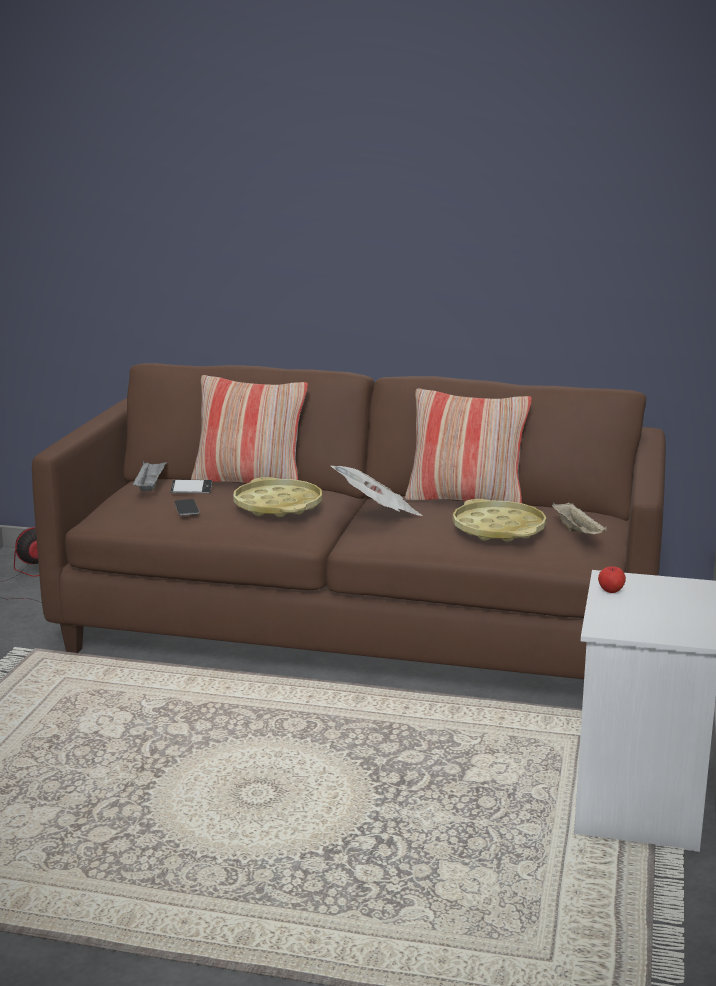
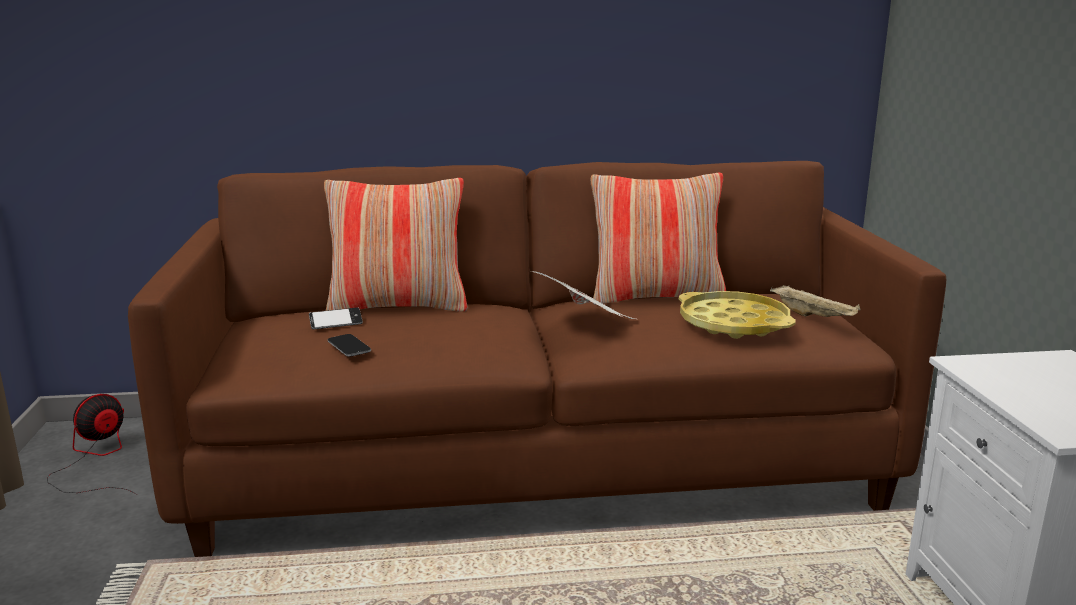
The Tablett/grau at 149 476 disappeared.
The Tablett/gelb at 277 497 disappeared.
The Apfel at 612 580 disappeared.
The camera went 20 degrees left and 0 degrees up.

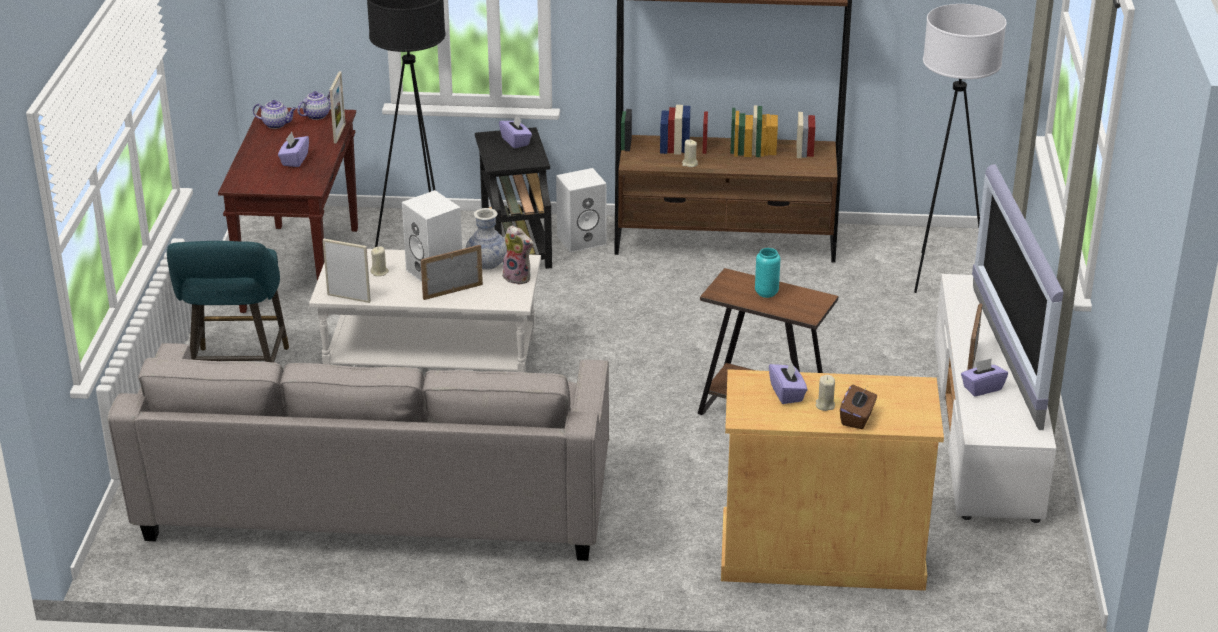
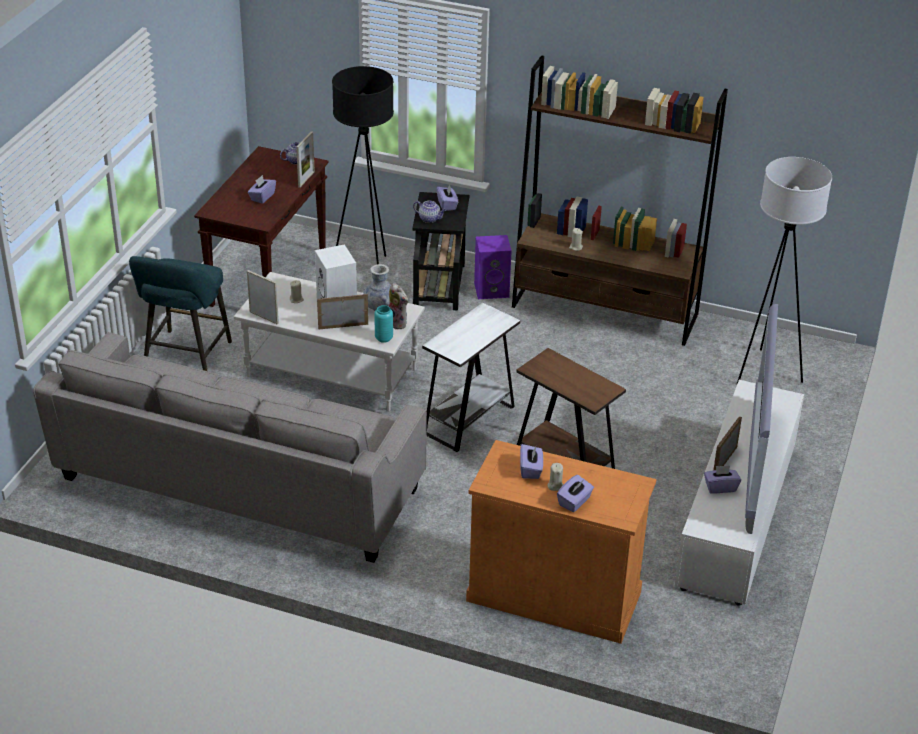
The Teekanne moved from 275 114 to 429 212.
The Lautsprecher/weiß at 581 210 became the Lautsprecher/lila at 493 267.
The Vase/türkis moved from 768 273 to 383 324.
The Schrank/beige at 832 480 became the Schrank/orange at 561 542.
The Taschentuchbox/braun at 858 407 became the Taschentuchbox/lila at 575 493.
The Beistelltisch/weiß at 471 377 appeared.
The camera went 15 degrees right and 5 degrees up.

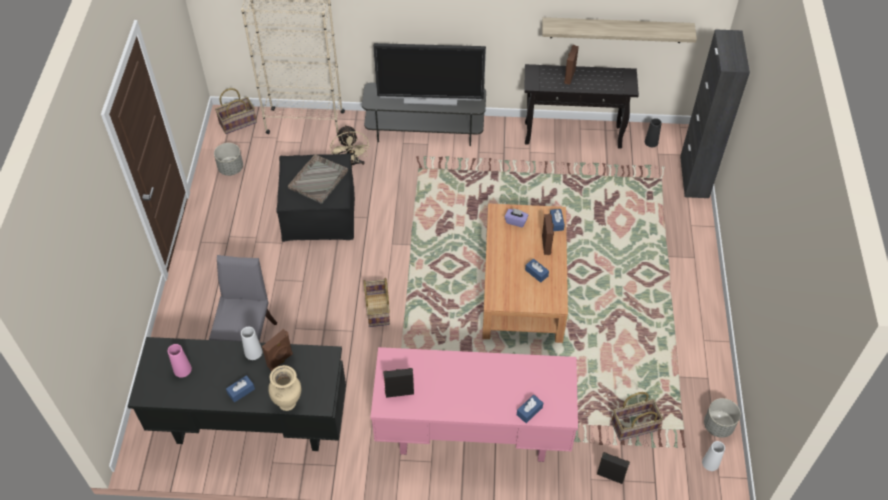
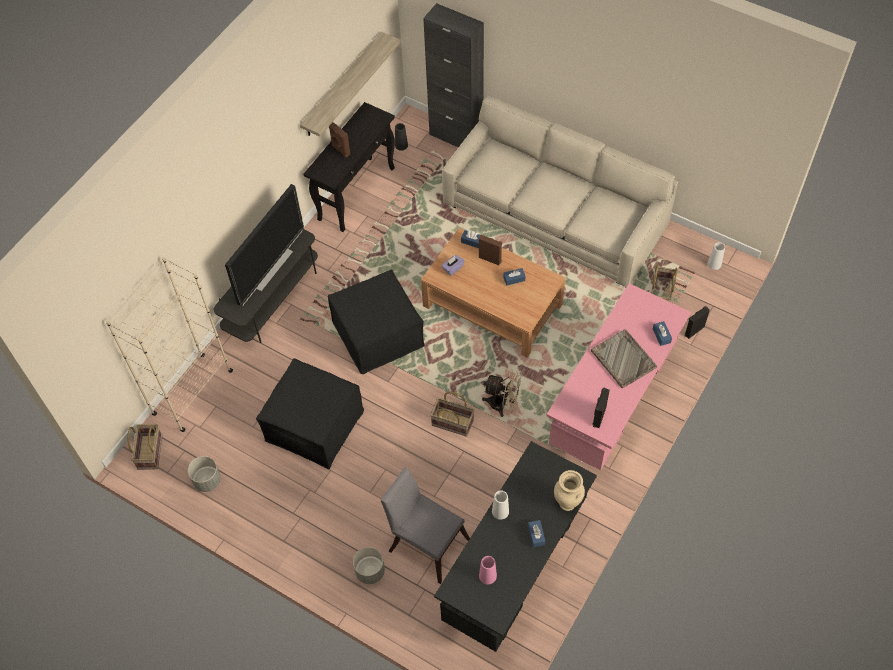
The Ventilator/beige moved from 350 145 to 502 392.
The Tablett/grau moved from 318 179 to 624 358.
The Lautsprecher/braun at 277 350 disappeared.
The Pflanzkübel/grau moved from 722 418 to 369 565.
The Sofa/beige at 560 191 appeared.
The Polsterhocker/schwarz at 376 321 appeared.
The camera went 60 degrees left and 5 degrees up.

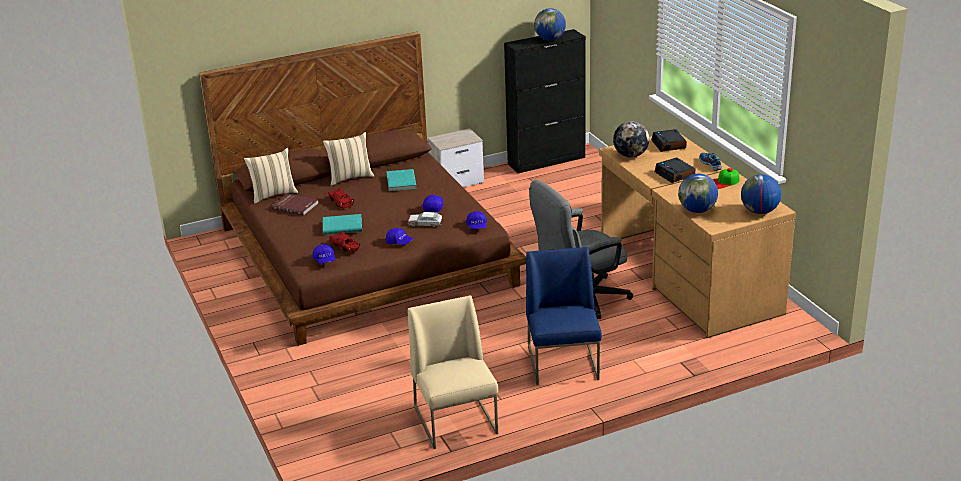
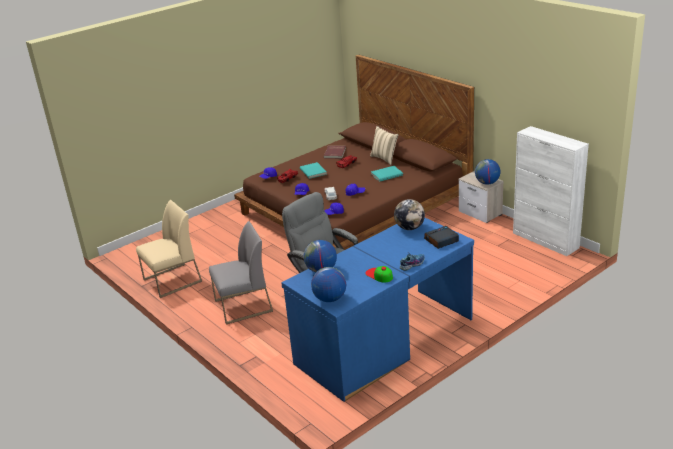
The Globus moved from 550 24 to 488 172.
The Schrank/schwarz at 545 101 became the Schrank/weiß at 551 191.
The Schreibtisch/braun at 697 236 became the Schreibtisch/blau at 377 310.
The Kissen/beige at 271 176 disappeared.
The Wecker at 675 170 disappeared.
The Stuhl/blau at 564 316 became the Stuhl/grau at 241 273.
The camera went 75 degrees right and 0 degrees up.

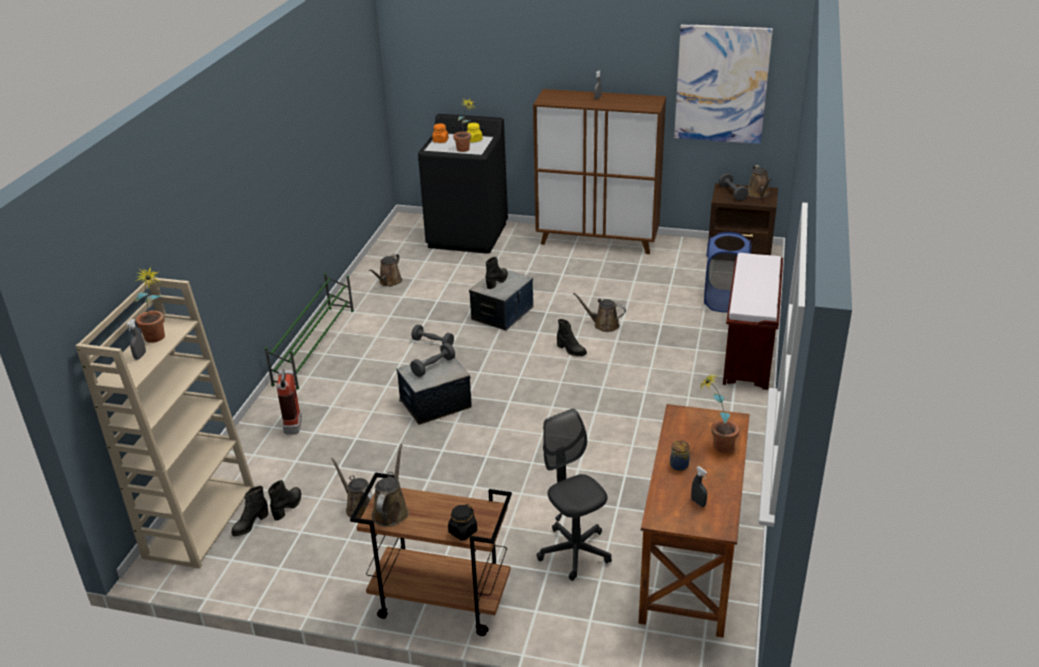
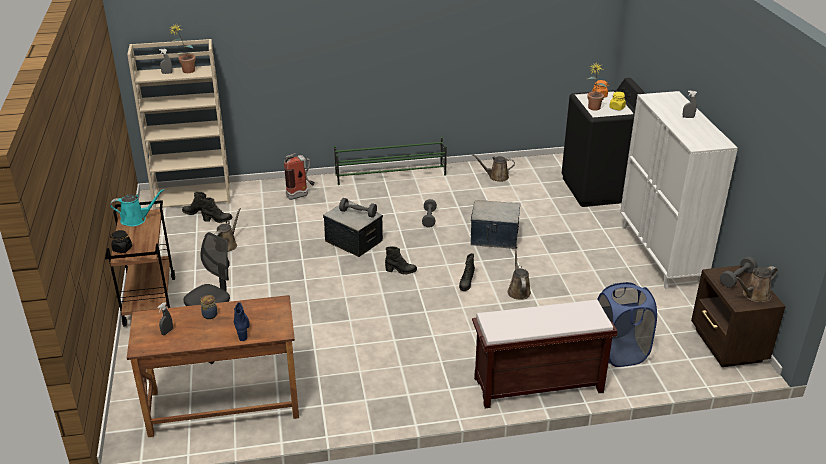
The Bild at 723 84 disappeared.
The Schrank/braun at 599 171 became the Schrank/weiß at 679 190.
The Stiefel/schwarz moved from 496 273 to 401 261.
The Topfpflanze at 719 413 was replaced by the Stiefel/blau at 242 321.
The Gießkanne/braun at 390 485 became the Gießkanne/türkis at 137 207.
The camera went 65 degrees right and 0 degrees up.

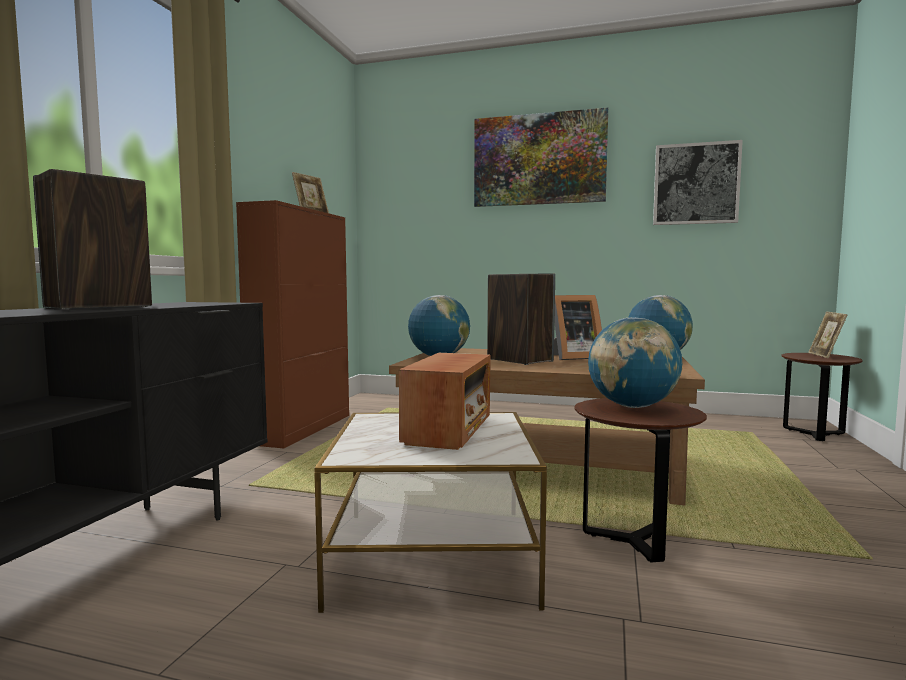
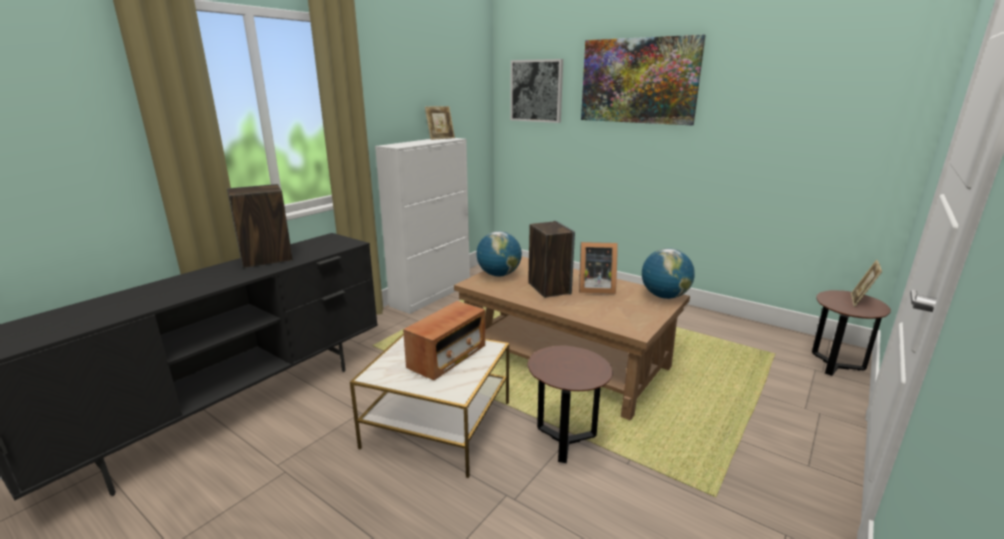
The Bild moved from 698 182 to 536 91.
The Schrank/braun at 292 324 became the Schrank/weiß at 422 226.
The Globus at 635 363 disappeared.
The camera went 20 degrees right and 15 degrees up.

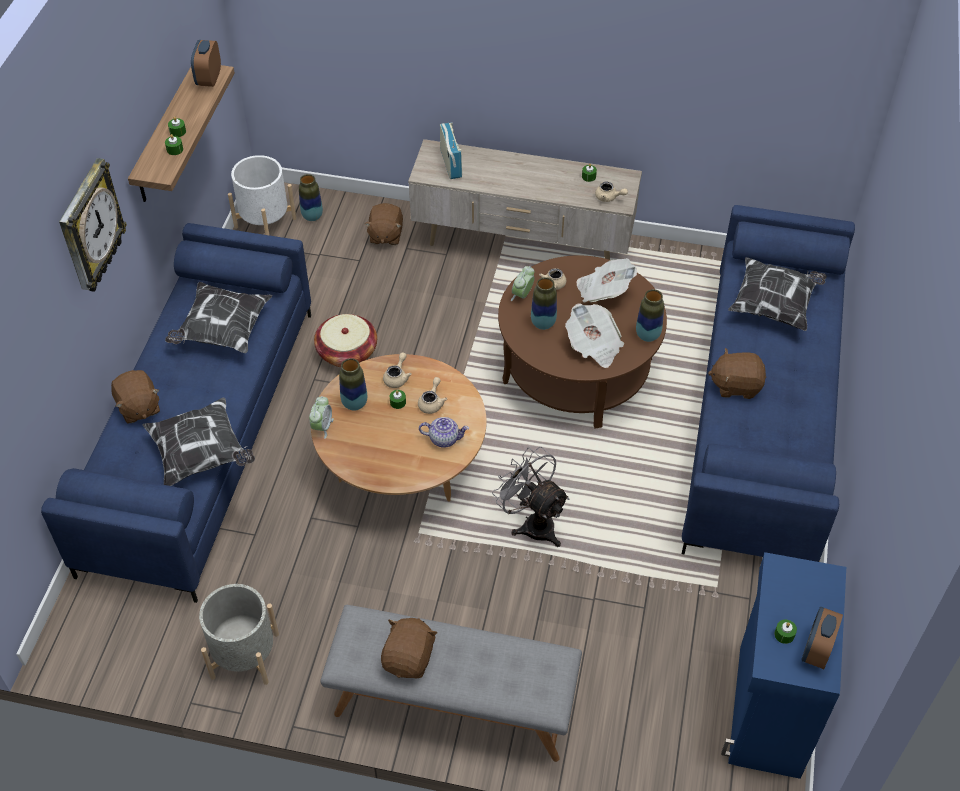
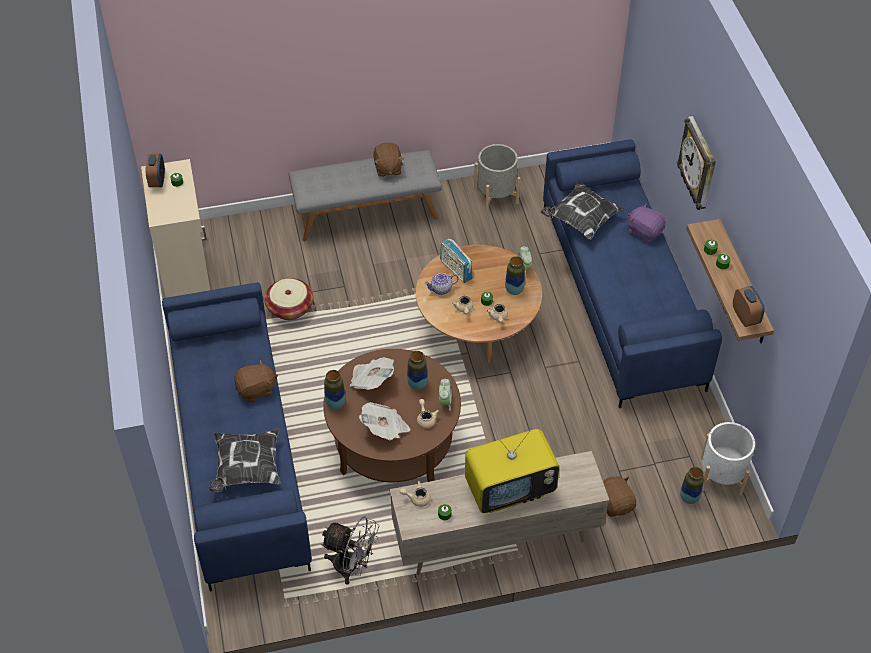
The Radio moved from 451 150 to 456 261.
The Kissen at 218 317 disappeared.
The Korb moved from 345 340 to 289 299.
The Plüschtier/braun at 135 396 became the Plüschtier/lila at 647 223.
The Ventilator/grau moved from 530 497 to 350 550.
The Schrank/blau at 783 665 became the Schrank/beige at 175 228.
The Fernseher at 512 471 appeared.
The camera went 155 degrees right and 0 degrees up.

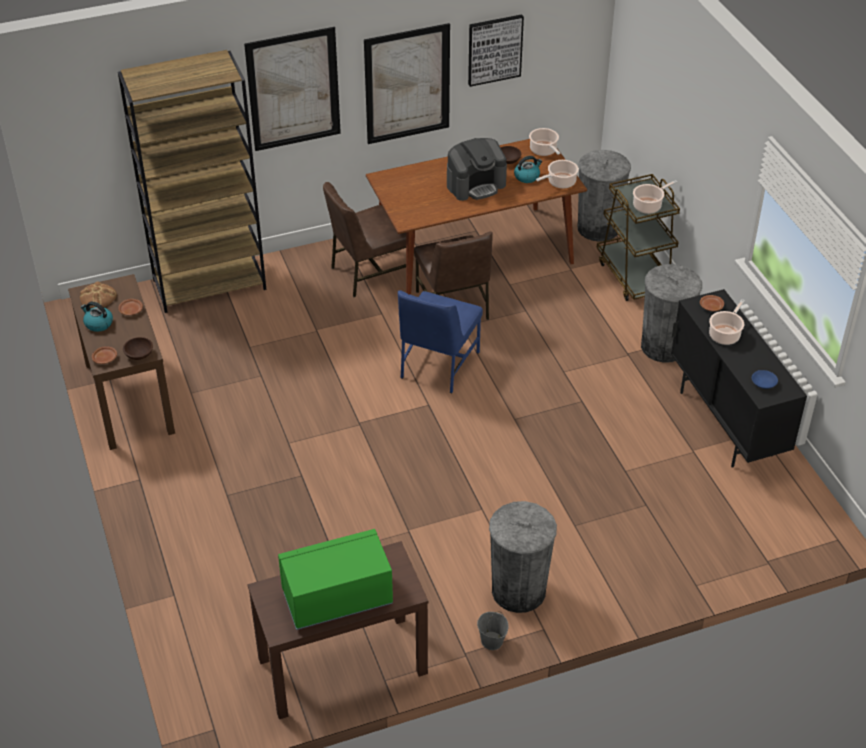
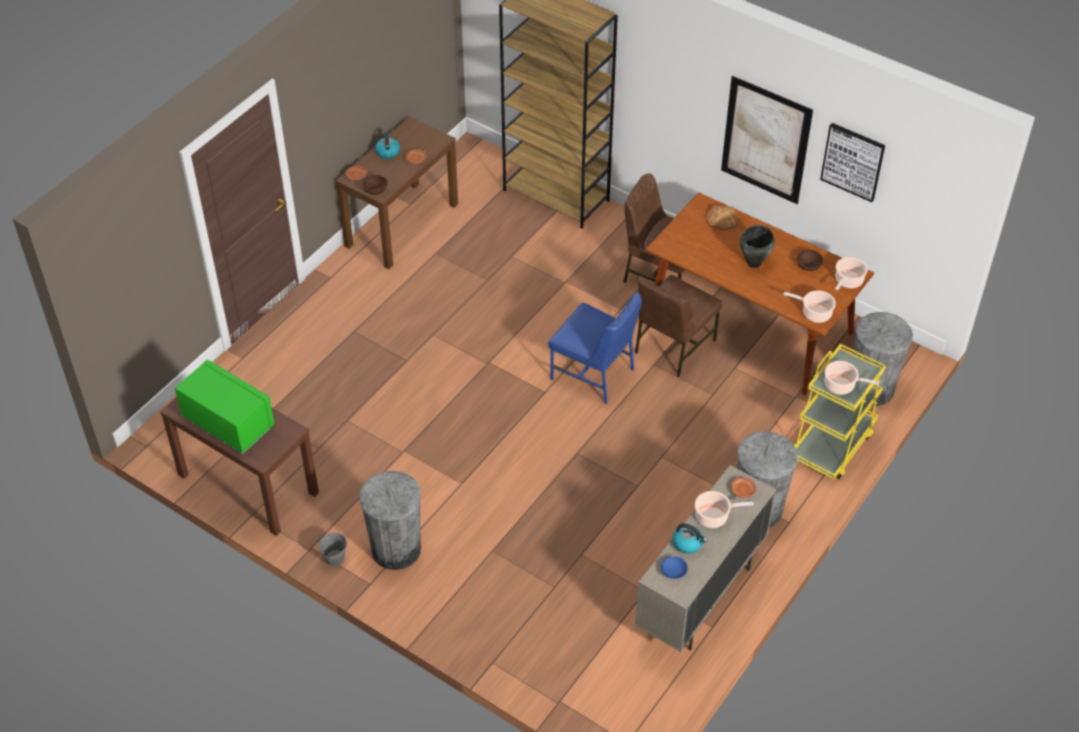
The Bild at 292 89 disappeared.
The Kaffeemaschine at 477 169 was replaced by the Kochtopf/schwarz at 757 246.
The Wasserkessel moved from 528 169 to 690 538.
The Rollwagen/braun at 638 237 became the Rollwagen/gelb at 840 411.
The Brot moved from 98 295 to 722 217.
The Schrank/schwarz at 739 378 became the Schrank/beige at 705 558.
The Stuhl/blau at 440 341 turned 135 degrees counterclockwise.
The camera went 55 degrees right and 5 degrees up.

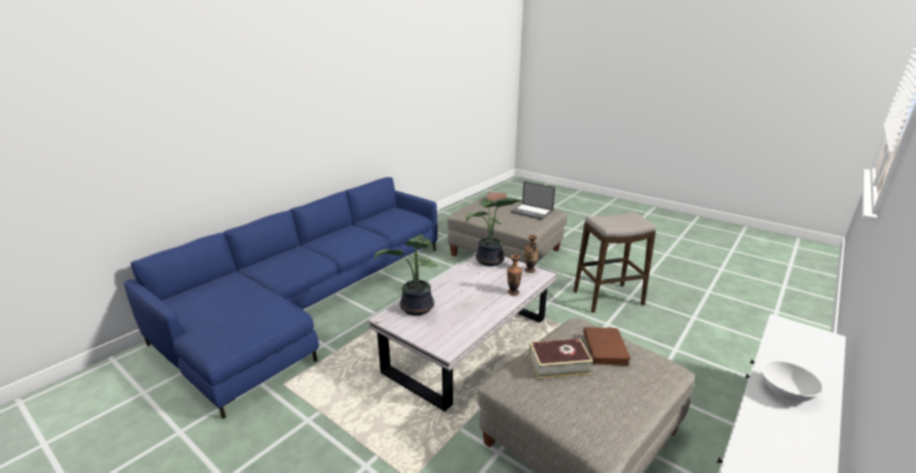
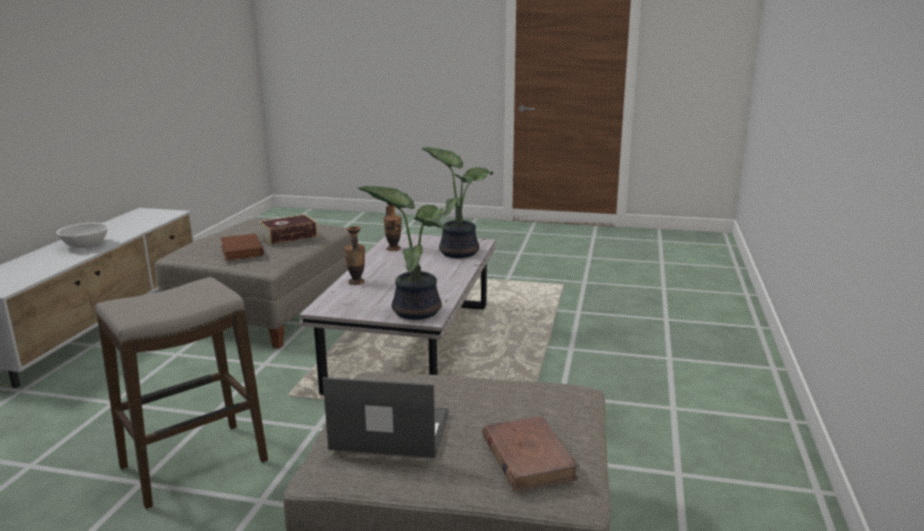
The Sofa/blau at 280 298 disappeared.
The Vase moved from 532 254 to 392 226.
The camera went 155 degrees right and 5 degrees down.

